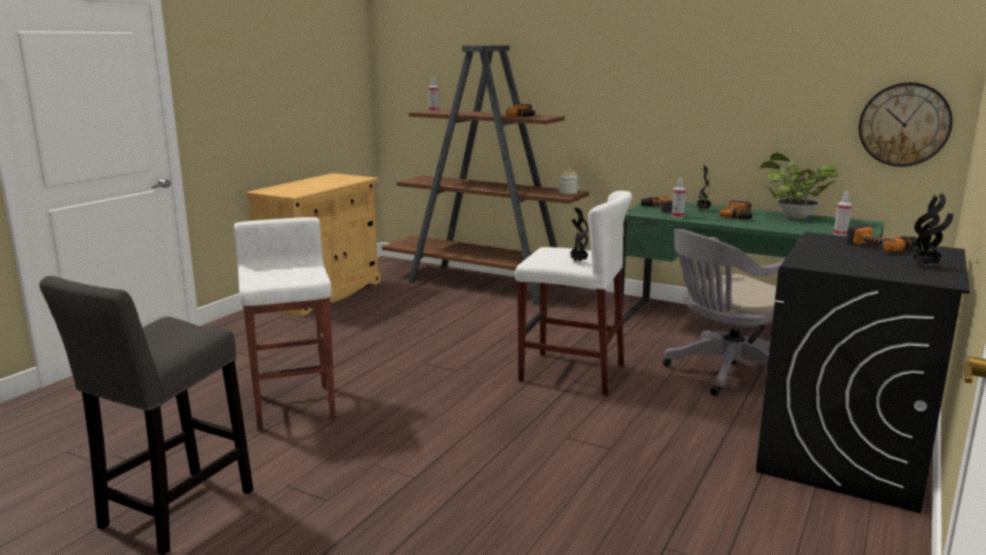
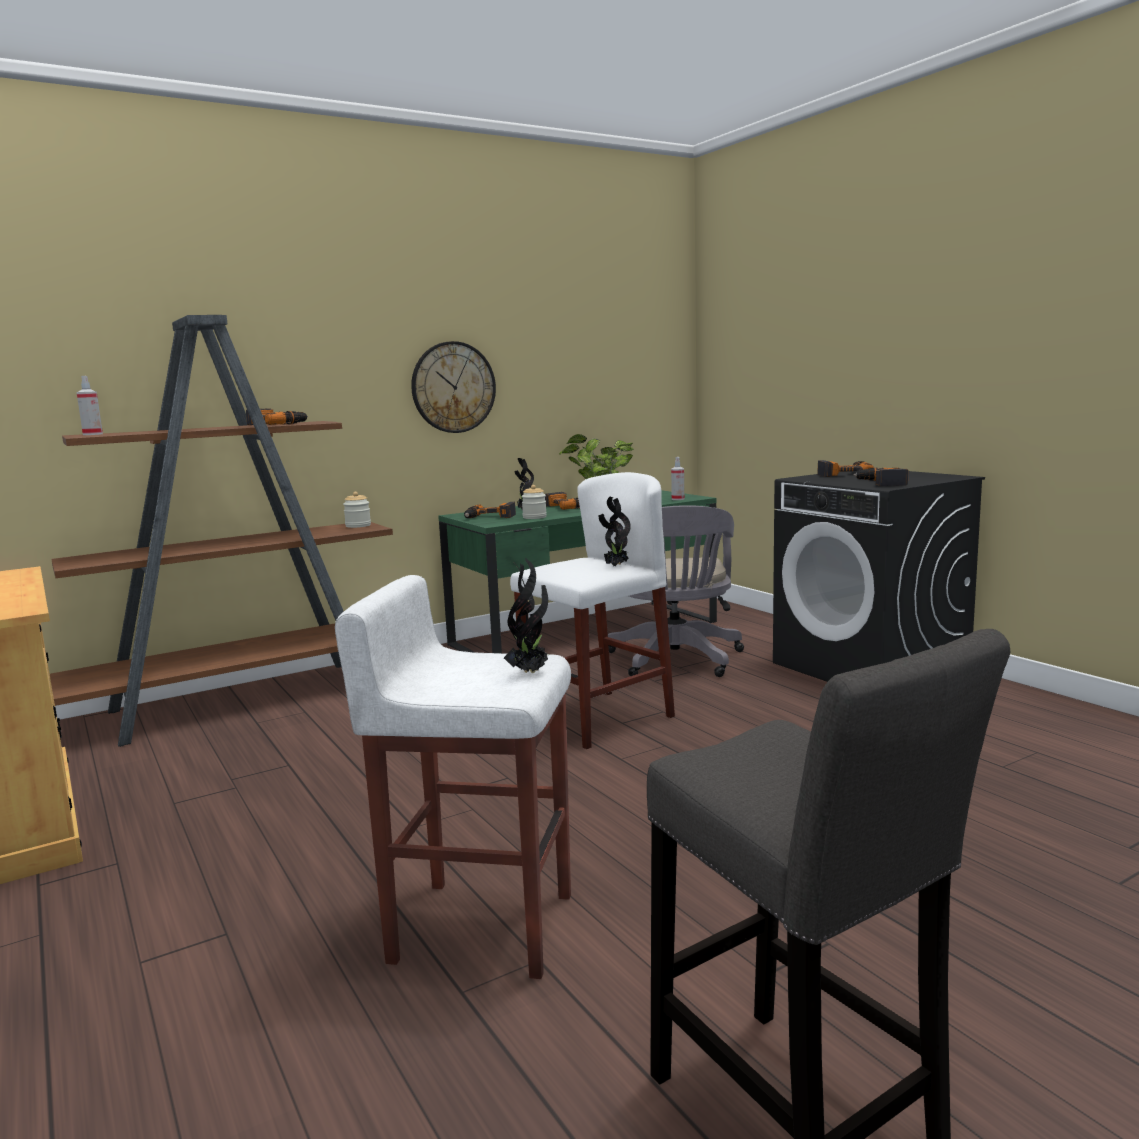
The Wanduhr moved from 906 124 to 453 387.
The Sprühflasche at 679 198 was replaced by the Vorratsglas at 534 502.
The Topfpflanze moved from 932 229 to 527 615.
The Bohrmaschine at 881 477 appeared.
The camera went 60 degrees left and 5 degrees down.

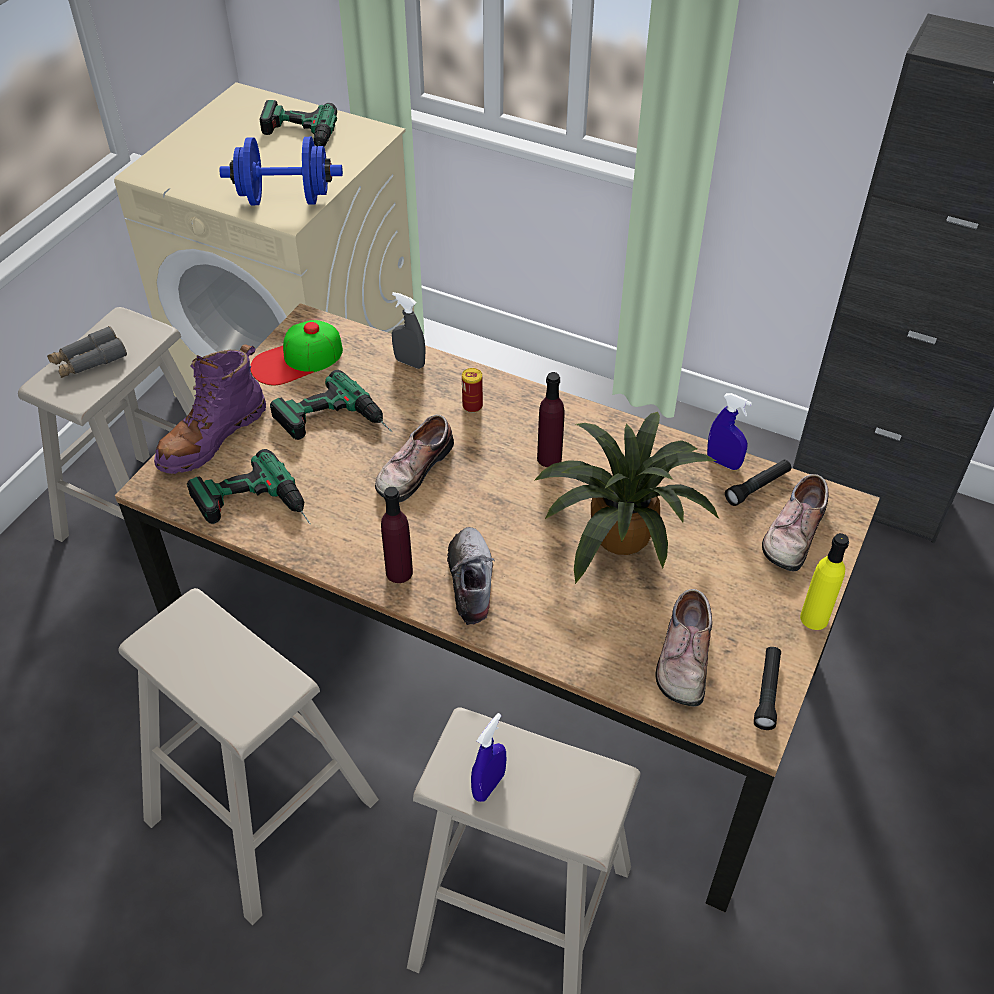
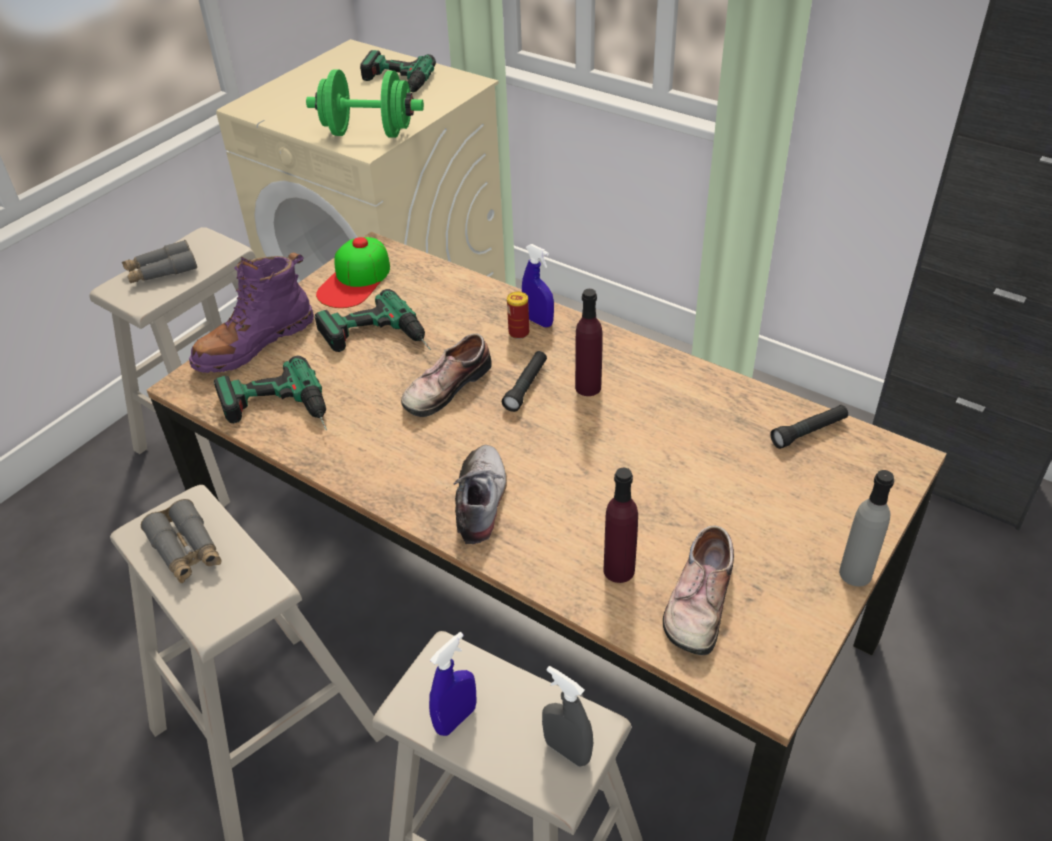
The Hantel/blau at 281 171 became the Hantel/grün at 365 103.
The Sprühflasche/grau moved from 409 330 to 567 716.
The Kappe at 296 352 turned 45 degrees counterclockwise.
The Sprühflasche/blau moved from 729 431 to 538 285.
The Topfpflanze at 626 498 disappeared.
The Schuh at 795 522 disappeared.
The Flasche/lila moved from 397 535 to 620 525.
The Flasche/gelb at 824 581 became the Flasche/grau at 866 528.
The Taschenlampe/schwarz moved from 767 688 to 524 381.
The Fernglas/grau at 181 541 appeared.
The camera went 10 degrees right and 5 degrees down.

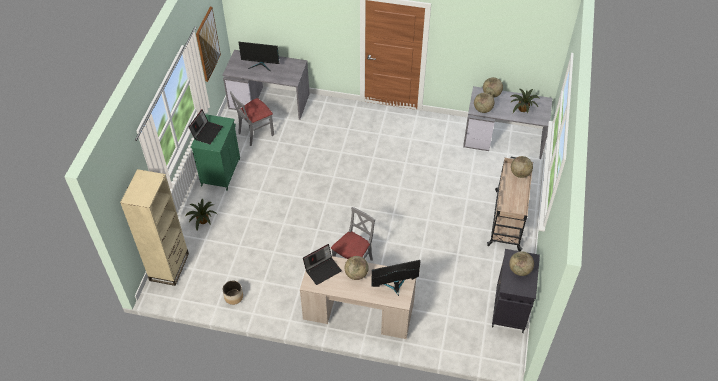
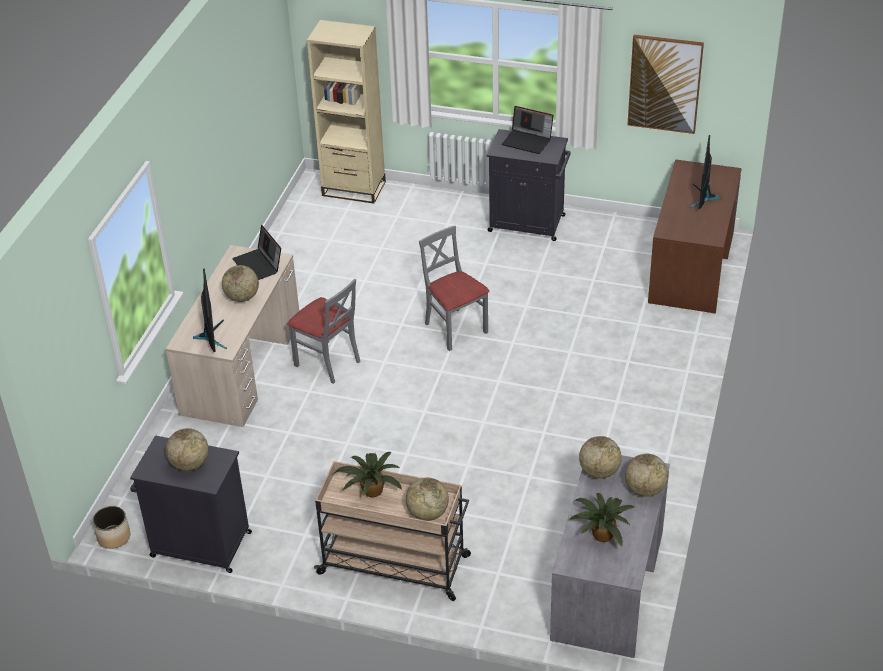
The Schreibtisch/grau at 266 85 became the Schreibtisch/braun at 695 236.
The Stuhl/grau moved from 252 118 to 454 288.
The Schrank/grün at 215 152 became the Schrank/schwarz at 529 185.
The Topfpflanze moved from 201 214 to 368 474.
The Pflanzkübel moved from 233 293 to 111 527.
The camera went 95 degrees right and 10 degrees down.

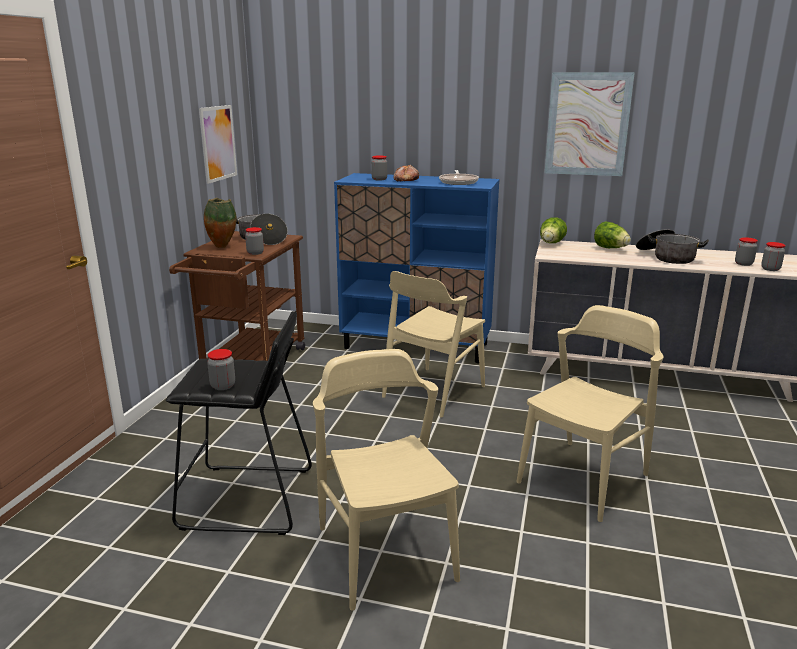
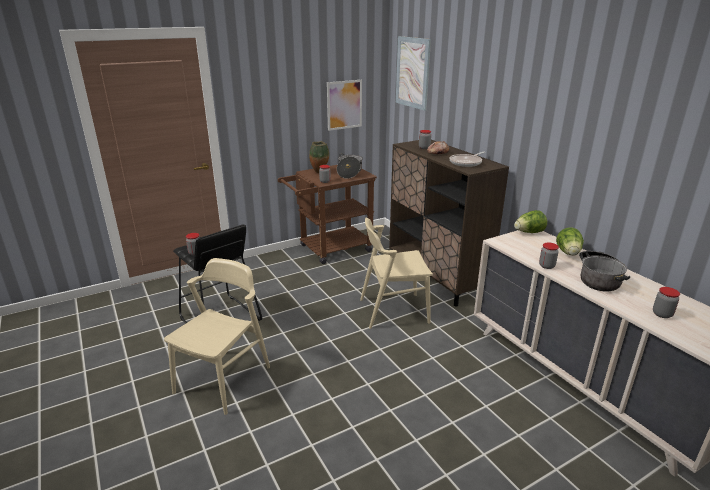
The Bild moved from 590 124 to 413 73.
The Schrank/blau at 416 268 became the Schrank/braun at 449 223.
The Vorratsglas moved from 773 256 to 549 256.
The Stuhl/beige at 590 413 disappeared.
The camera went 45 degrees right and 5 degrees up.

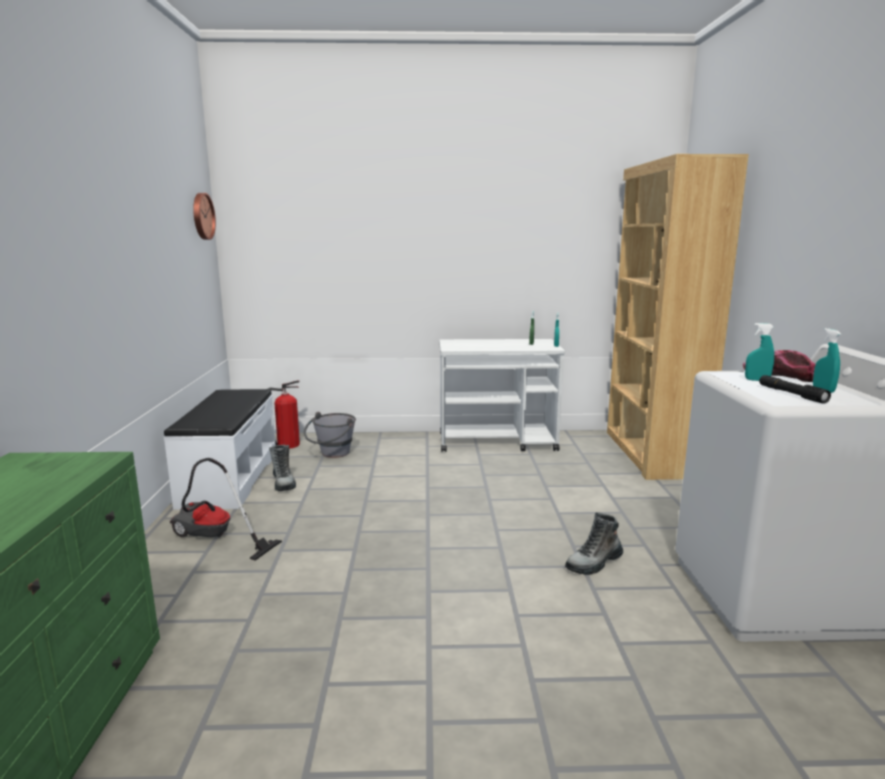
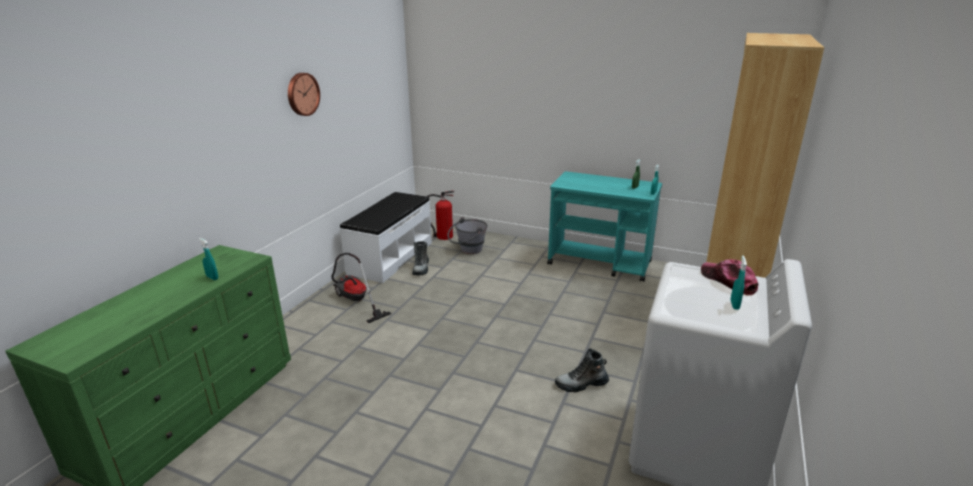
The Wanduhr moved from 204 216 to 304 94.
The Sprühflasche/türkis moved from 759 352 to 208 259.
The Rollwagen/weiß at 502 395 became the Rollwagen/türkis at 604 226.
The Taschenlampe/schwarz at 795 389 disappeared.
The camera went 25 degrees right and 10 degrees up.

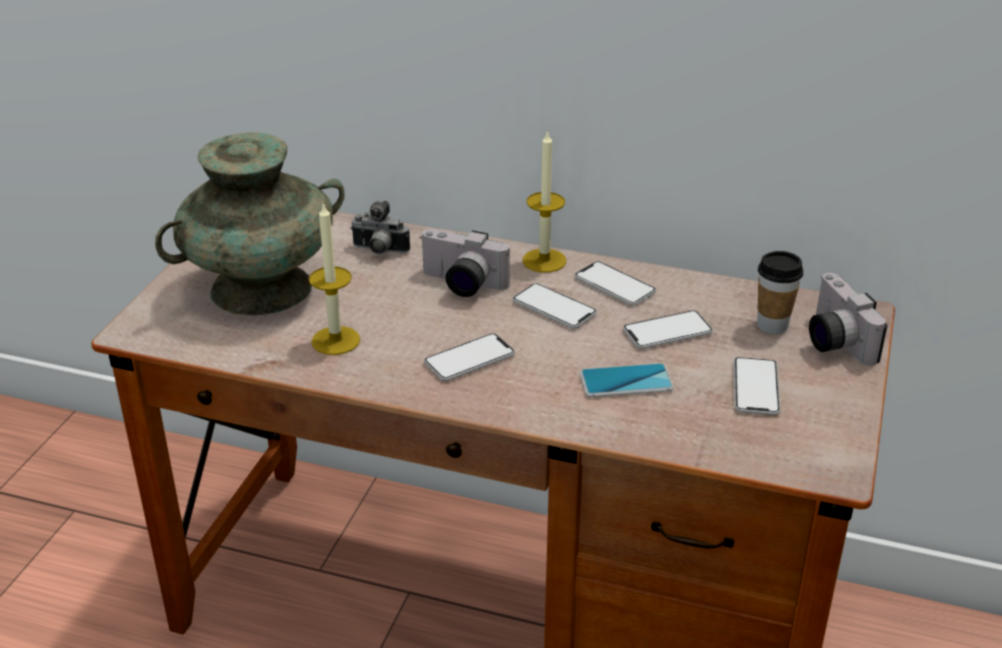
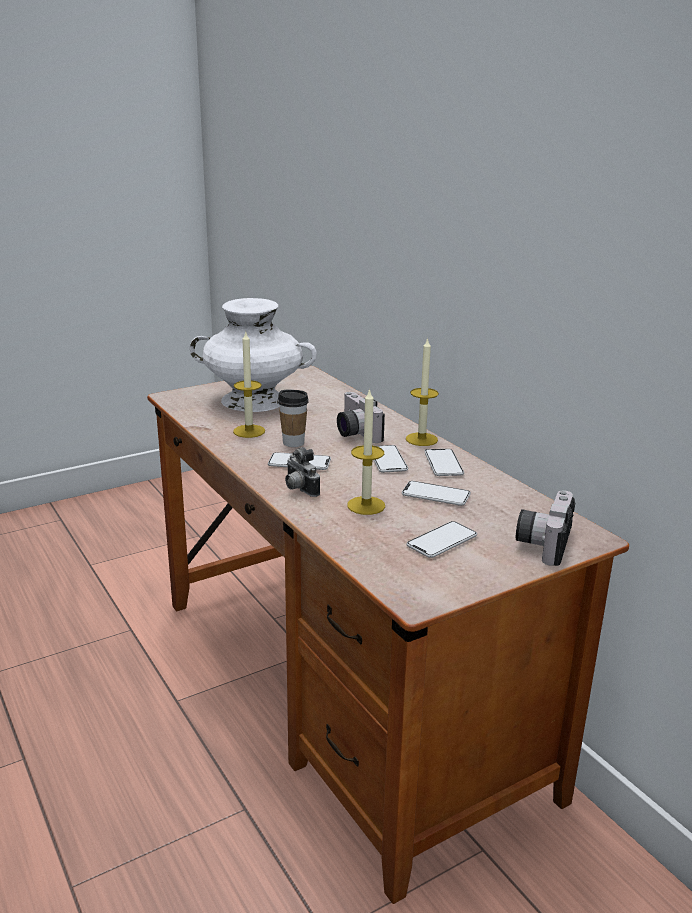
The Vase/türkis at 250 224 became the Vase/weiß at 253 355.
The Kamera moved from 380 227 to 302 472.
The Tasse moved from 780 292 to 293 418.
The Handy at 627 380 was replaced by the Kerze at 366 451.
The camera went 40 degrees right and 10 degrees down.

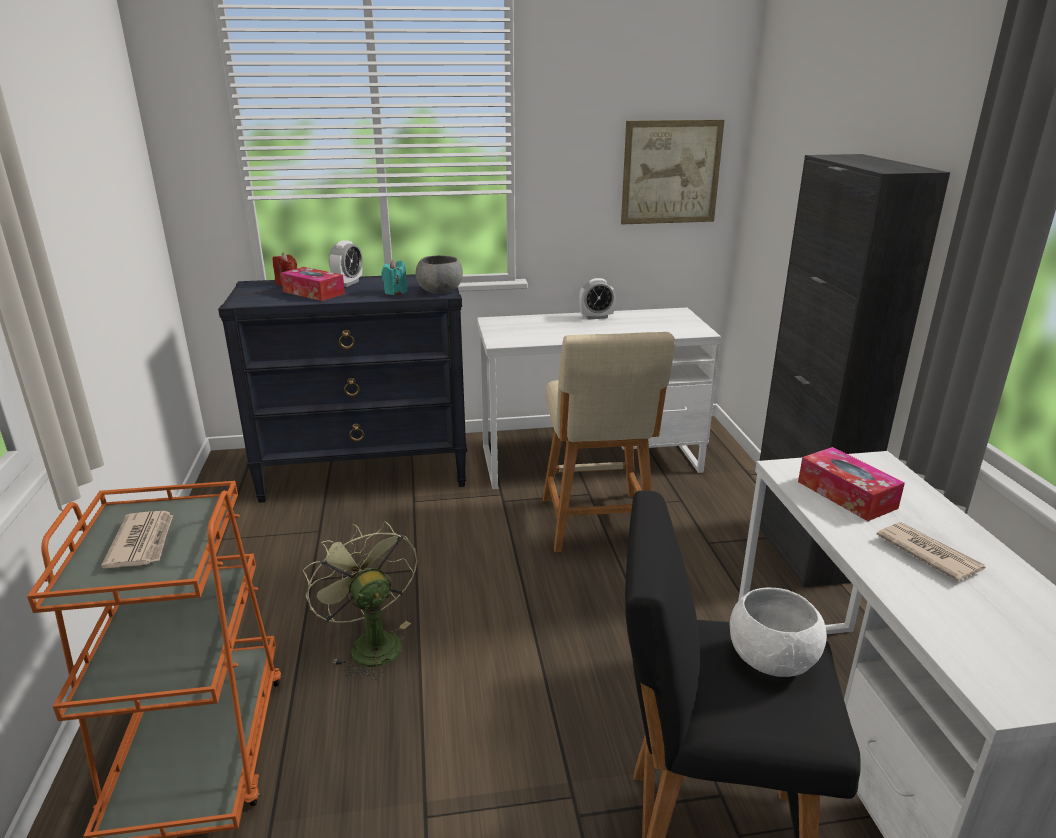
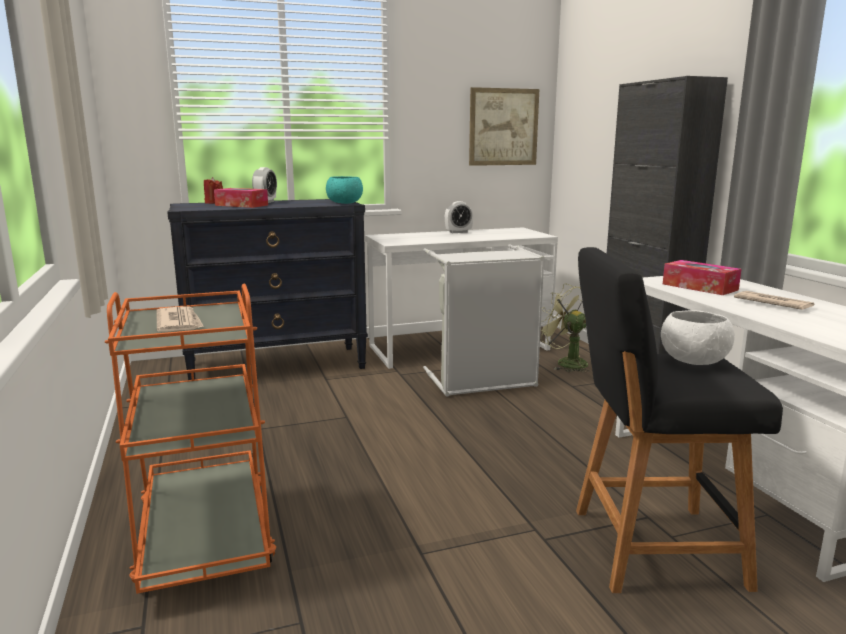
The Schüssel/grau at 439 274 became the Schüssel/türkis at 344 190.
The Kerze/türkis at 394 277 disappeared.
The Hocker/beige at 608 442 was replaced by the Wäschekorb/grau at 484 321.
The Ventilator/grün moved from 360 600 to 565 328.
The camera went 10 degrees left and 10 degrees down.

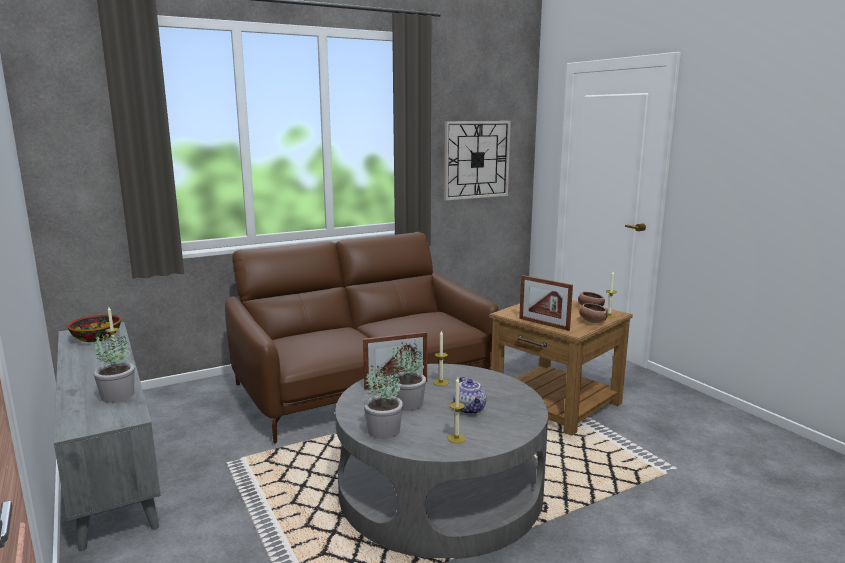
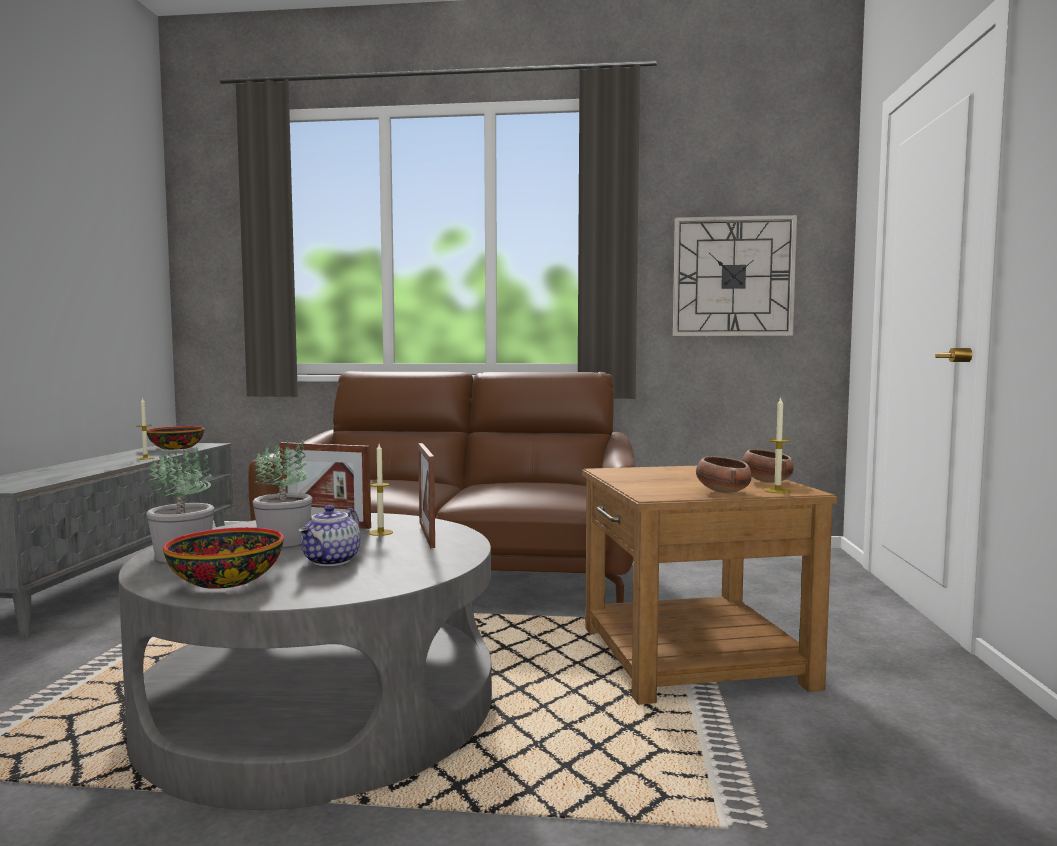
The Bilderrahmen moved from 546 303 to 426 495.
The Topfpflanze at 114 366 disappeared.
The Kerze at 457 410 was replaced by the Schüssel at 223 558.
The camera went 35 degrees right and 10 degrees down.

